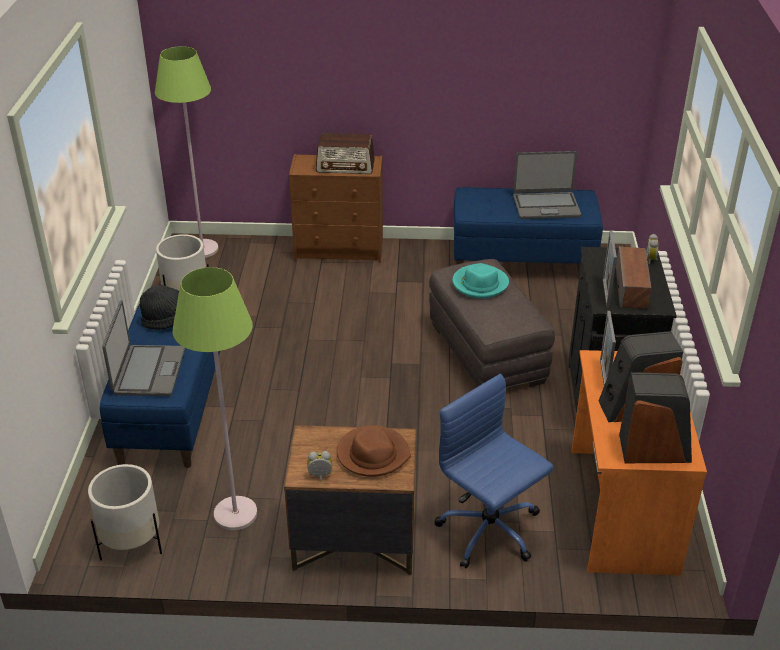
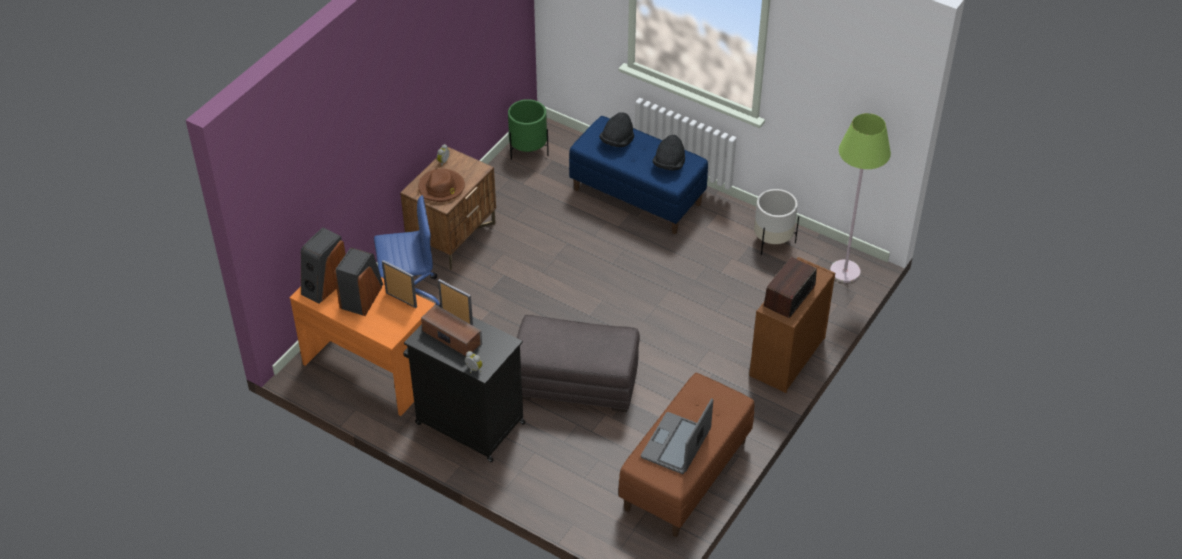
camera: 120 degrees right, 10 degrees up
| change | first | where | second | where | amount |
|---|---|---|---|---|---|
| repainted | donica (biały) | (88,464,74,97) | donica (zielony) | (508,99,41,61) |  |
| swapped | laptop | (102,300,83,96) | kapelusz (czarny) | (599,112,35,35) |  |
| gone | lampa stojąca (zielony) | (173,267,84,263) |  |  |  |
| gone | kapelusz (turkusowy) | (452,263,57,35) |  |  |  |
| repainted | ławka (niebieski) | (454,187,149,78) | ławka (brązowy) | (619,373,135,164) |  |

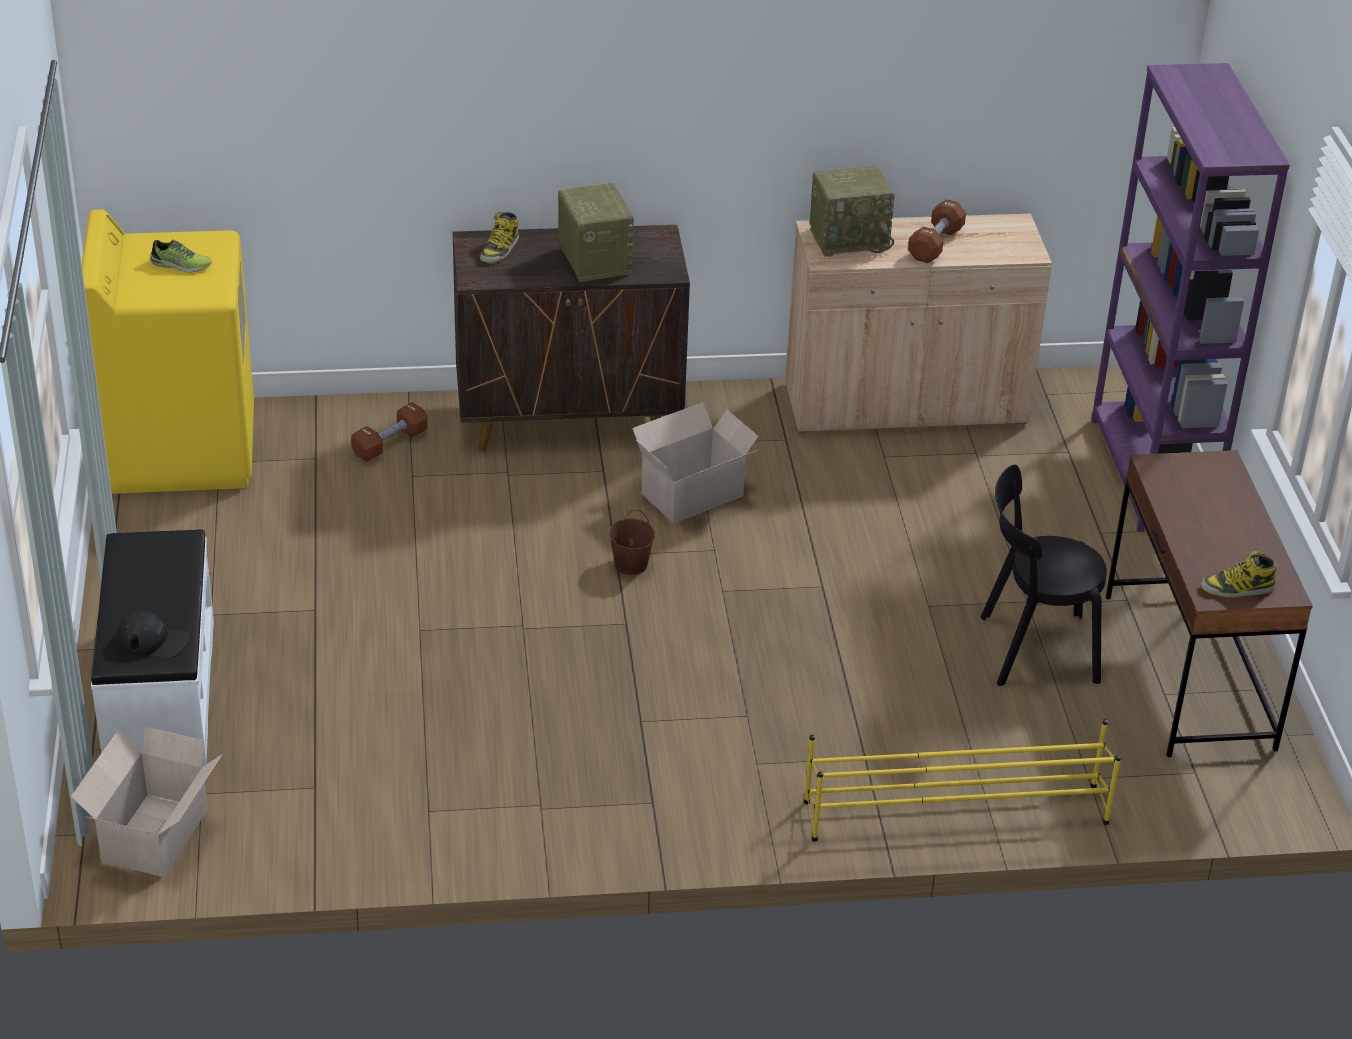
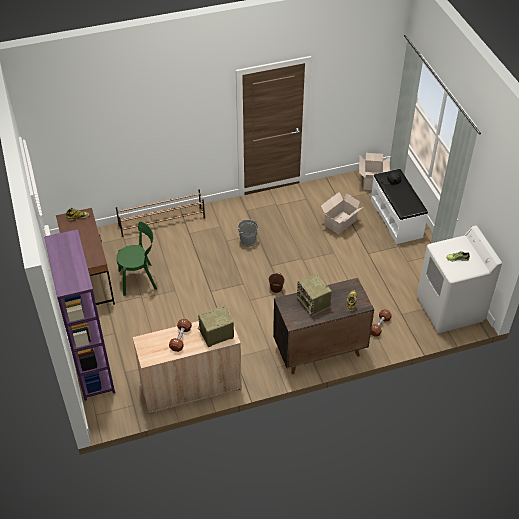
camera: 170 degrees right, 10 degrees up
| change | first | where | second | where | amount |
|---|---|---|---|---|---|
| repainted | pralka (żółty) | (82,210,172,284) | pralka (biały) | (417,226,85,107) |  |
| shifted | karton | (632,402,126,121) |  | (321,192,42,43) |  |
| repainted | regał na buty (żółty) | (804,719,317,123) | regał na buty (brązowy) | (116,189,89,48) |  |
| repainted | krzesło (czarny) | (981,465,126,221) | krzesło (zielony) | (116,222,41,74) |  |
| new |  |  | wiadro (szary) | (238,219,20,28) |  |

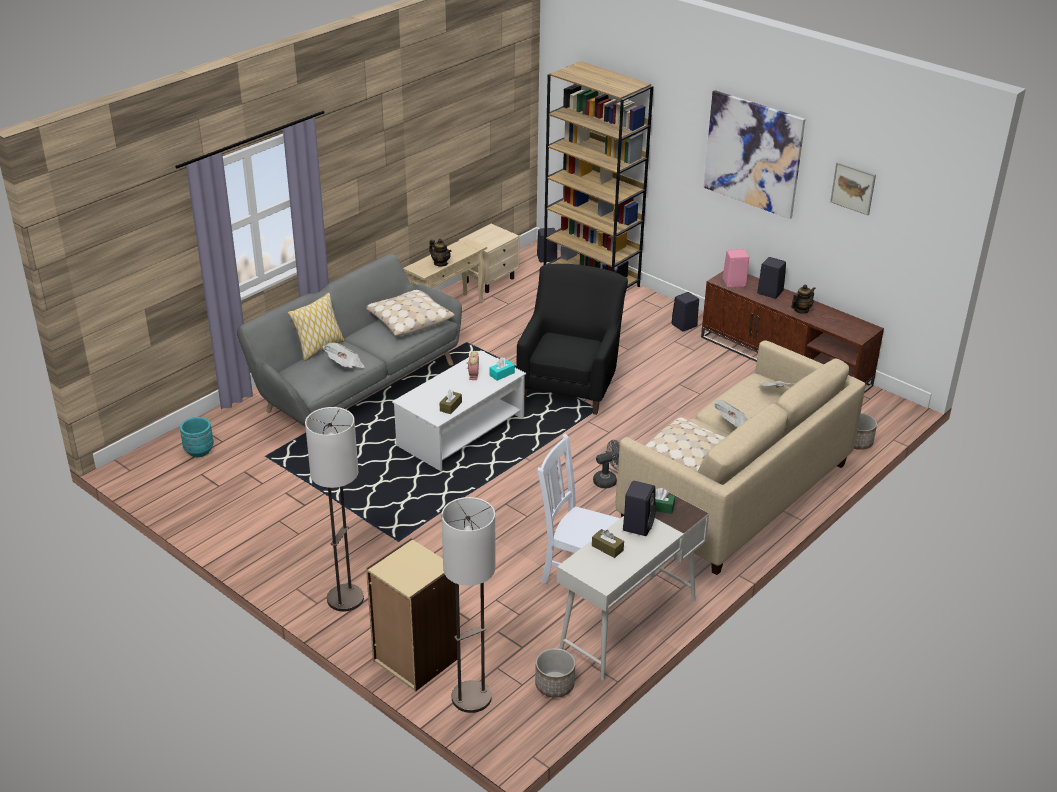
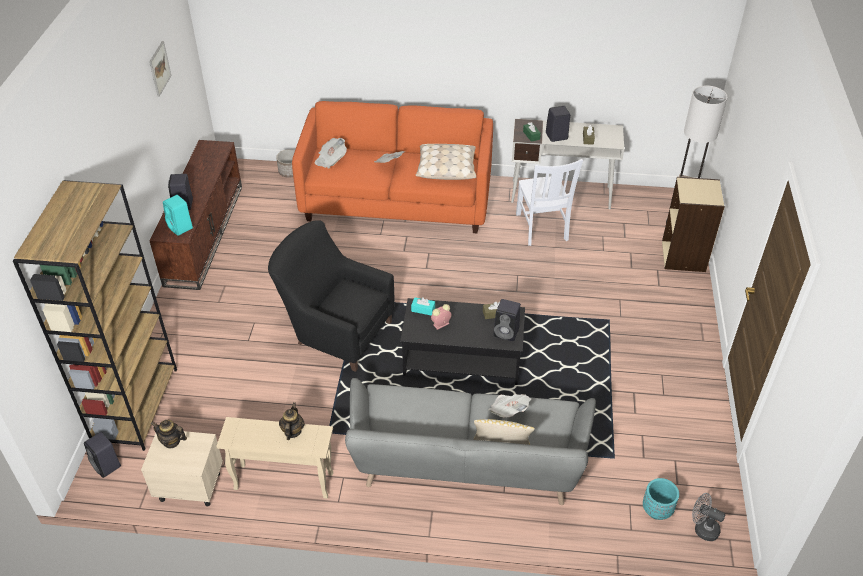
camera: 125 degrees left, 10 degrees up
| change | first | where | second | where | amount |
|---|---|---|---|---|---|
| gone | lampa stojąca | (305,407,59,205) |  |  |  |
| gone | poduszka (beżowy) | (366,290,89,46) |  |  |  |
| repainted | ława (biały) | (392,350,134,121) | ława (czarny) | (400,298,125,87) |  |
| rotated | fotel (czarny) | (517,264,111,151) |  | (268,220,127,152) | 45 degrees clockwise |
| gone | donica | (535,648,40,50) |  |  |  |
| shifted | wentylator (szary) | (593,440,27,49) |  | (692,493,33,48) |  |
| repainted | kanapa (beżowy) | (616,340,249,235) | kanapa (pomarańczowy) | (292,101,201,132) |  |
| shifted | głośnik (czarny) | (672,292,27,40) |  | (493,299,28,42) |  |
| gone | obraz | (704,90,101,129) |  |  |  |
| repainted | głośnik (różowy) | (723,249,26,39) | głośnik (turkusowy) | (163,195,30,41) |  |
| shifted | imbryk | (791,285,25,29) |  | (150,420,37,28) |  |

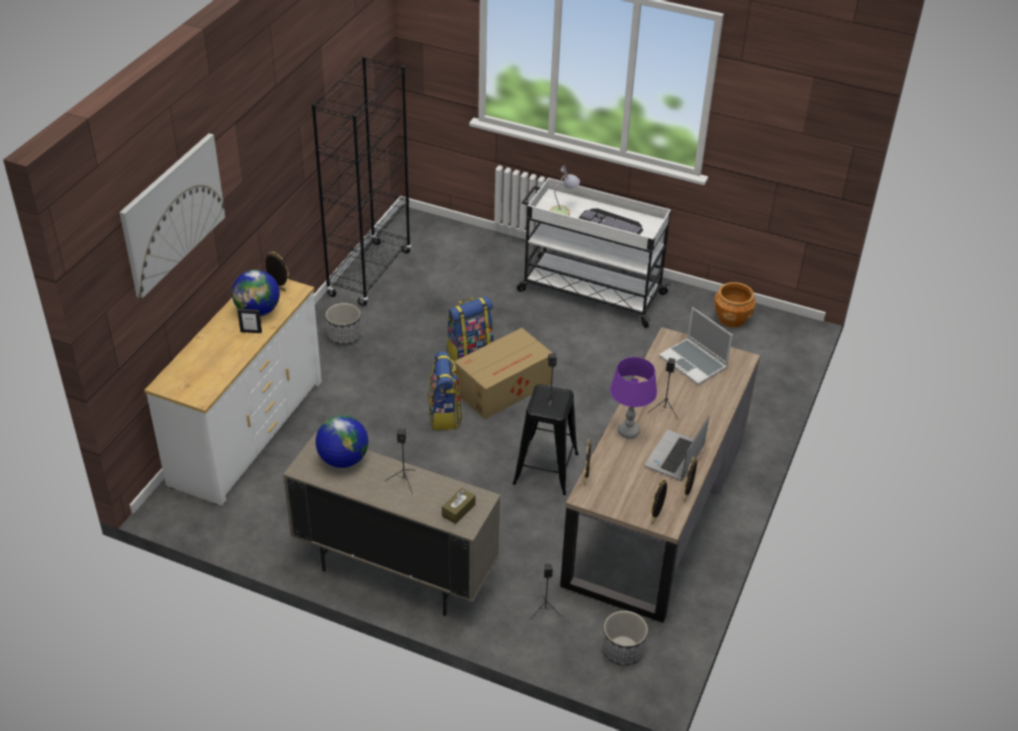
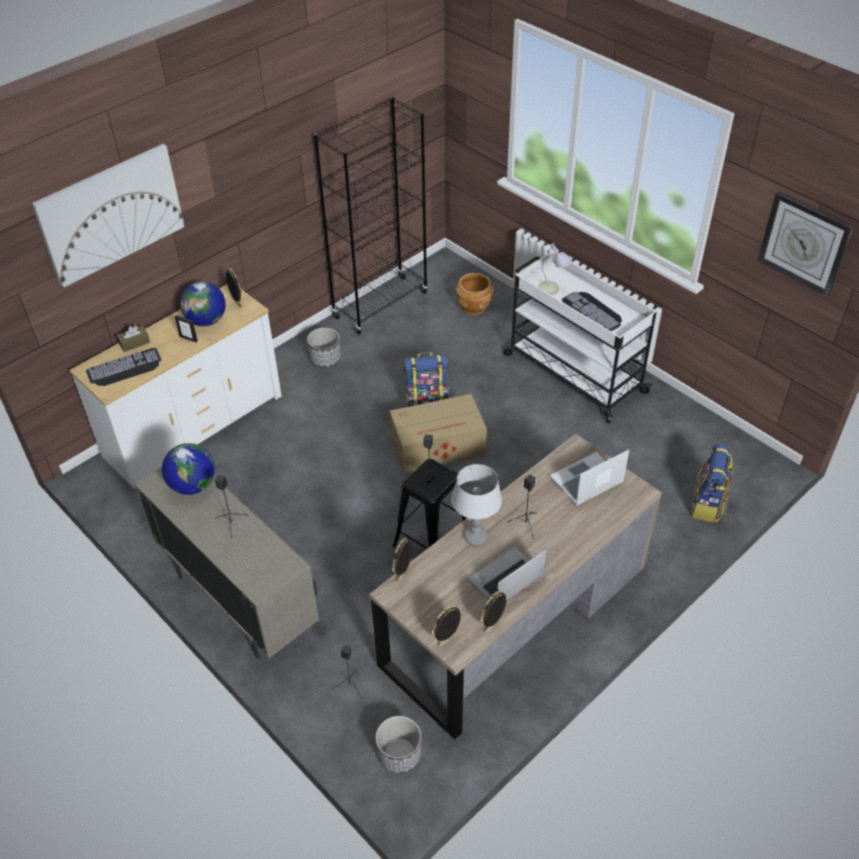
camera: 25 degrees right, 5 degrees up
| change | first | where | second | where | amount |
|---|---|---|---|---|---|
| shifted | plecak | (428,351,34,79) |  | (692,444,41,79) |  |
| shifted | pudełko chusteczek (brązowy) | (442,488,34,36) |  | (117,326,33,26) |  |
| repainted | lampa stołowa (fioletowy) | (610,357,47,82) | lampa stołowa (szary) | (452,464,50,81) |  |
| rotated | laptop | (659,307,74,78) |  | (550,450,79,56) | 75 degrees clockwise |
| shifted | donica (brązowy) | (714,282,42,46) |  | (456,273,37,42) |  |
| new |  |  | klawiatura | (86,348,76,38) |  |
| new |  |  | zegar ścienny | (757,191,97,106) |  |

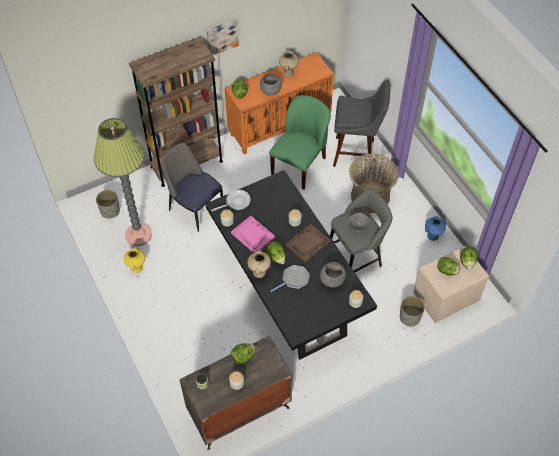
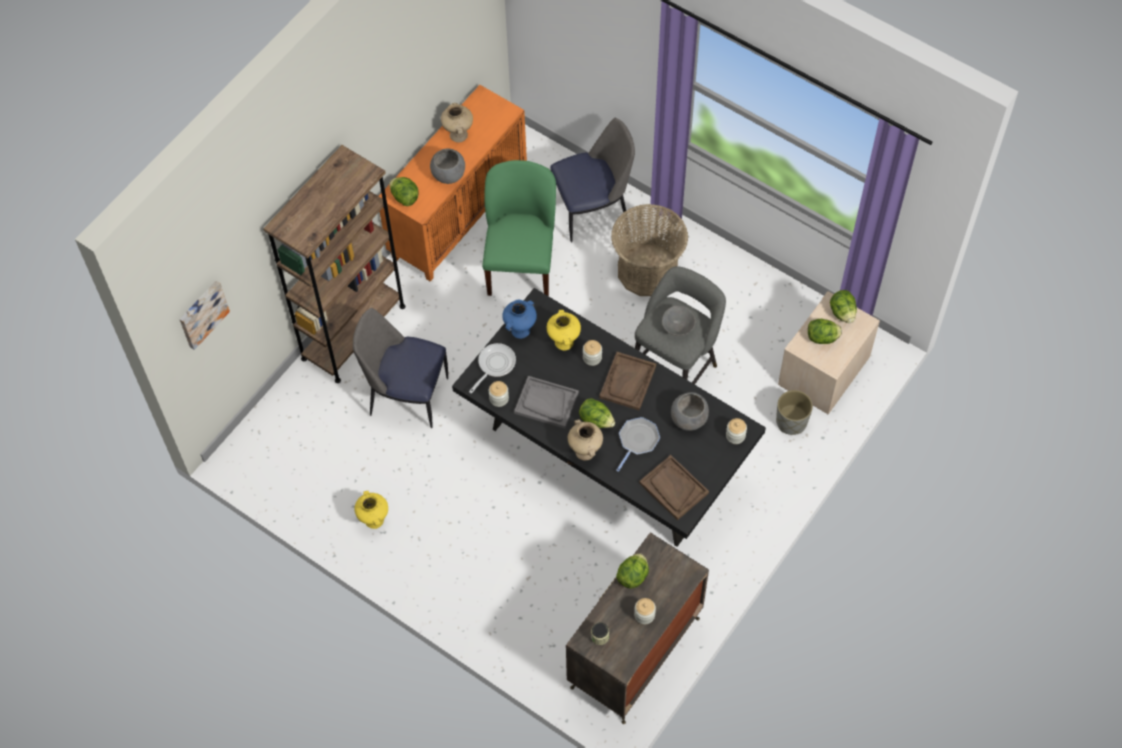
camera: 25 degrees left, 5 degrees up
| change | first | where | second | where | amount |
|---|---|---|---|---|---|
| gone | lampa stojąca | (94,118,58,128) |  |  |  |
| gone | donica (szary) | (96,190,24,28) |  |  |  |
| shifted | obraz | (206,19,33,36) |  | (179,281,51,69) |  |
| repainted | taca (różowy) | (231,216,44,37) | taca (szary) | (514,376,65,53) |  |
| swapped | stołek (szary) | (333,80,57,87) | krzesło | (550,118,85,125) |  |
| shifted | wazon (niebieski) | (424,216,23,25) |  | (502,300,35,39) |  |
| new |  |  | wazon (żółty) | (547,310,34,41) |  |
| new |  |  | taca (brązowy) | (639,455,70,65) |  |

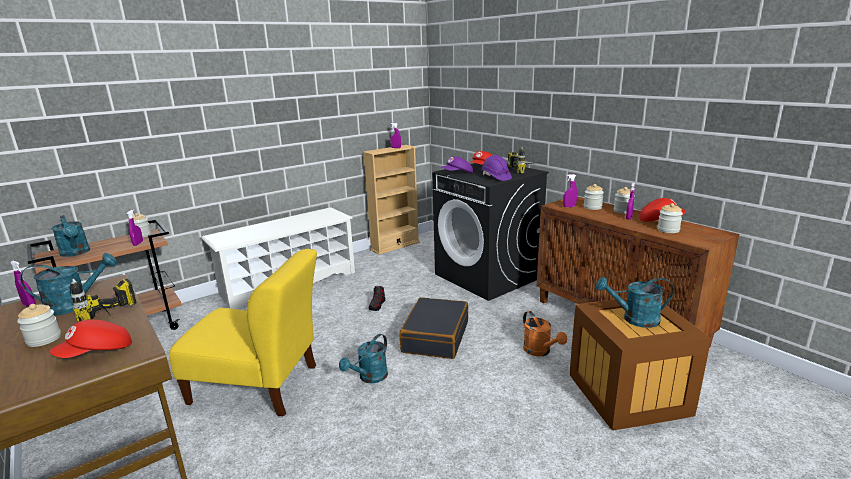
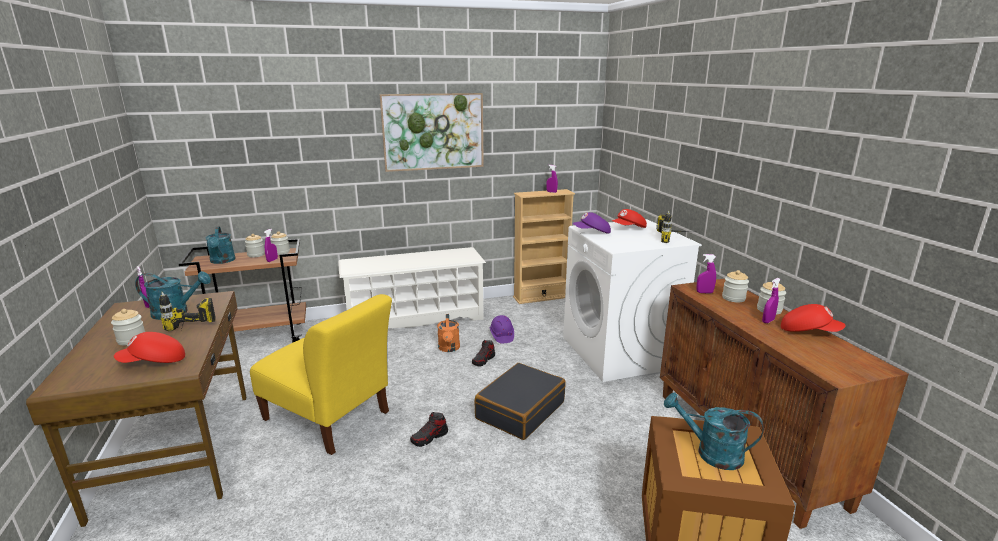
camera: 20 degrees right, 0 degrees up
| change | first | where | second | where | amount |
|---|---|---|---|---|---|
| swapped | konewka (turkusowy) | (339,334,49,49) | but | (410,412,38,35) |  |
| repainted | pralka (czarny) | (432,163,117,138) | pralka (biały) | (563,219,139,163) |  |
| shifted | kask (fioletowy) | (481,155,31,26) |  | (490,315,24,28) |  |
| shifted | konewka (pomarańczowy) | (523,311,44,45) |  | (437,314,23,38) |  |
| shifted | słoik | (657,203,26,30) |  | (245,234,20,23) |  |
| new |  |  | obraz | (380,93,104,79) |  |

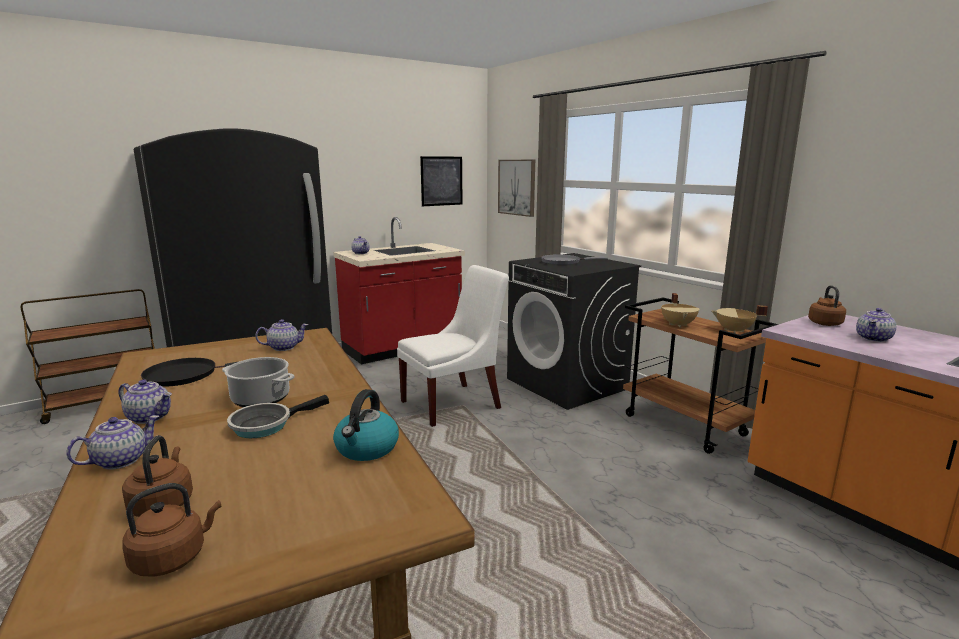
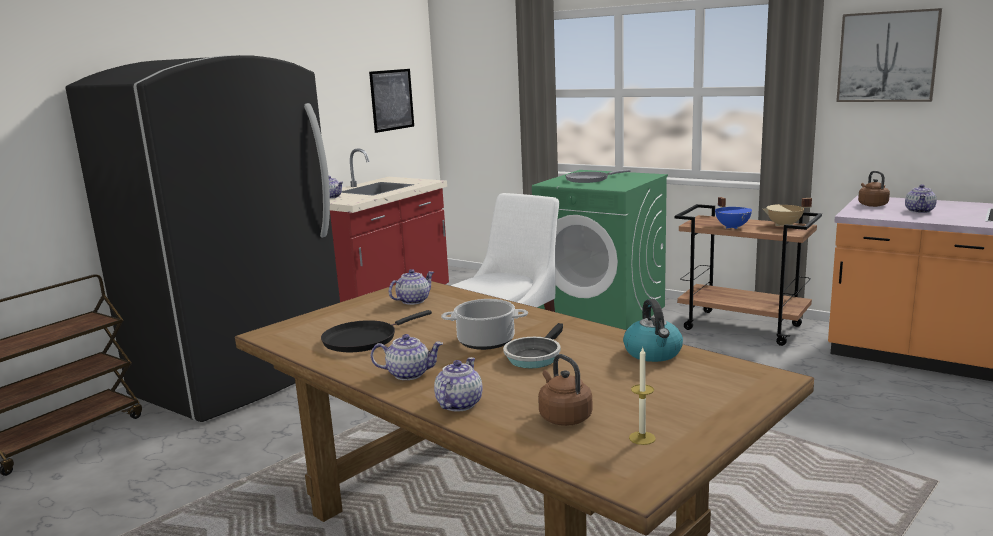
camera: 20 degrees left, 0 degrees up
| change | first | where | second | where | amount |
|---|---|---|---|---|---|
| swapped | czajnik (brązowy) | (122,483,99,93) | świeca | (629,348,27,97) |  |
| shifted | obraz | (498,160,37,57) |  | (836,8,106,94) |  |
| repainted | pralka (czarny) | (507,253,134,157) | pralka (zielony) | (532,170,136,160) |  |
| repainted | garnek (beżowy) | (661,293,38,34) | garnek (niebieski) | (715,197,37,32) |  |

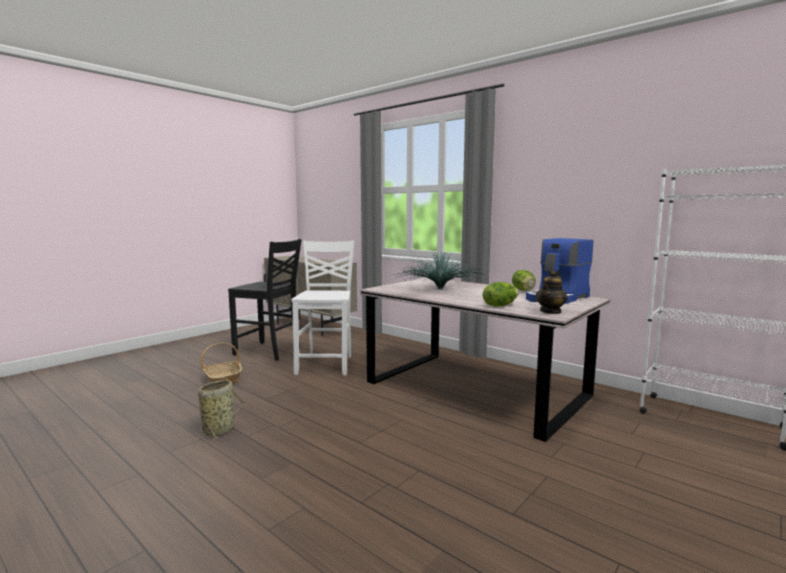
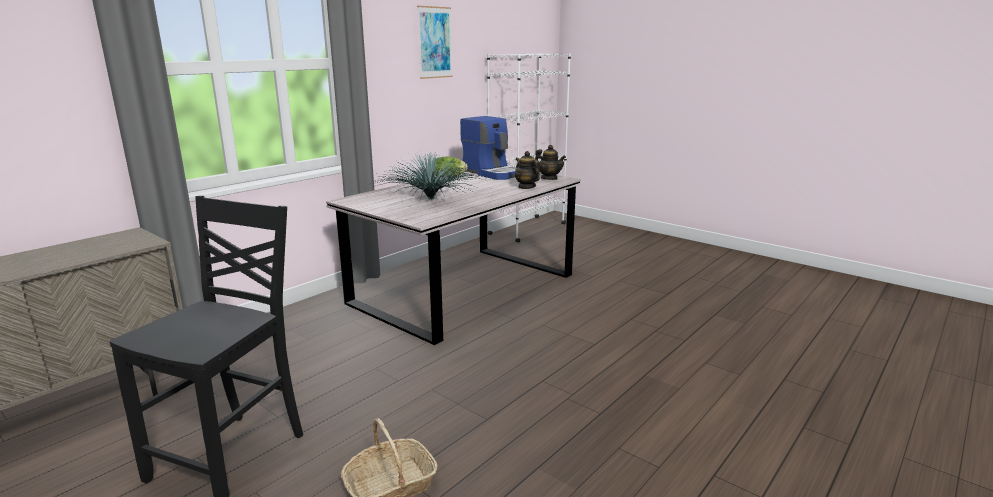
camera: 90 degrees left, 10 degrees up
| change | first | where | second | where | amount |
|---|---|---|---|---|---|
| gone | koszyk | (194,380,53,64) |  |  |  |
| gone | krzesło (biały) | (291,240,63,136) |  |  |  |
| swapped | sałata | (483,282,36,24) | imbryk | (515,151,25,38) |  |
| new |  |  | obraz | (417,6,36,73) |  |

